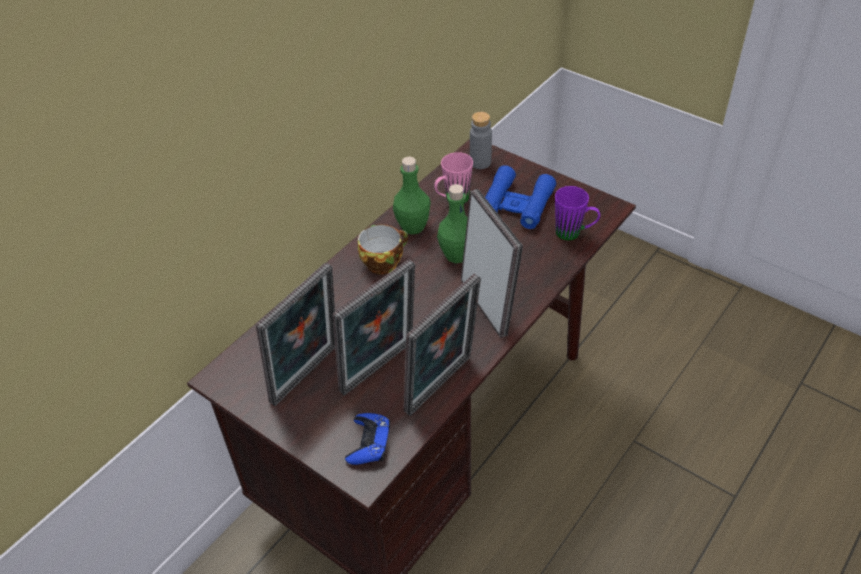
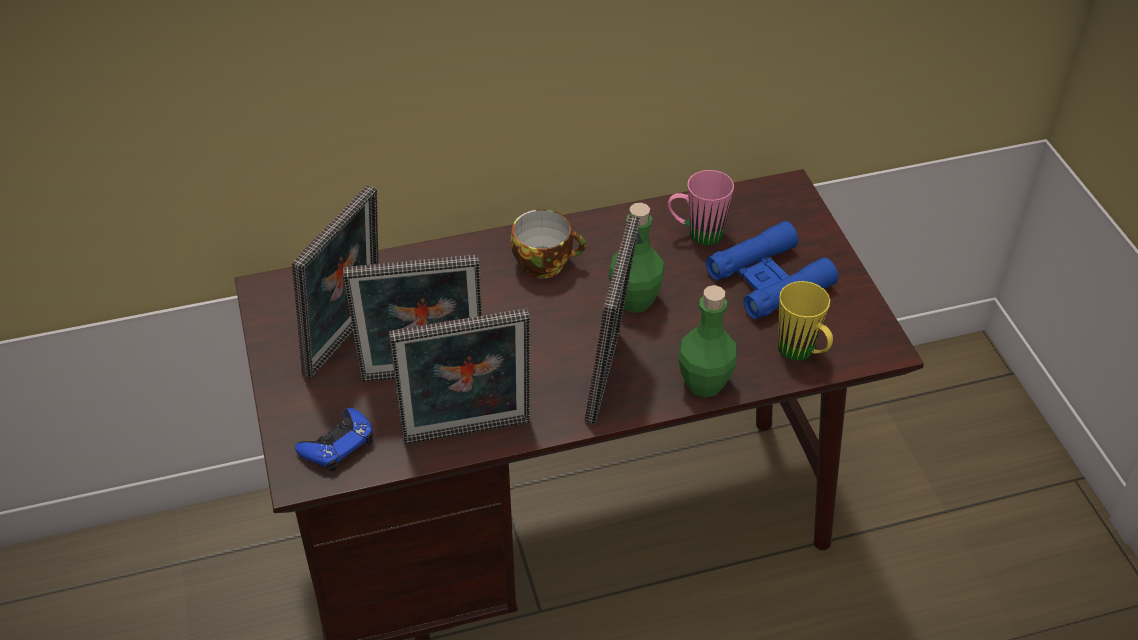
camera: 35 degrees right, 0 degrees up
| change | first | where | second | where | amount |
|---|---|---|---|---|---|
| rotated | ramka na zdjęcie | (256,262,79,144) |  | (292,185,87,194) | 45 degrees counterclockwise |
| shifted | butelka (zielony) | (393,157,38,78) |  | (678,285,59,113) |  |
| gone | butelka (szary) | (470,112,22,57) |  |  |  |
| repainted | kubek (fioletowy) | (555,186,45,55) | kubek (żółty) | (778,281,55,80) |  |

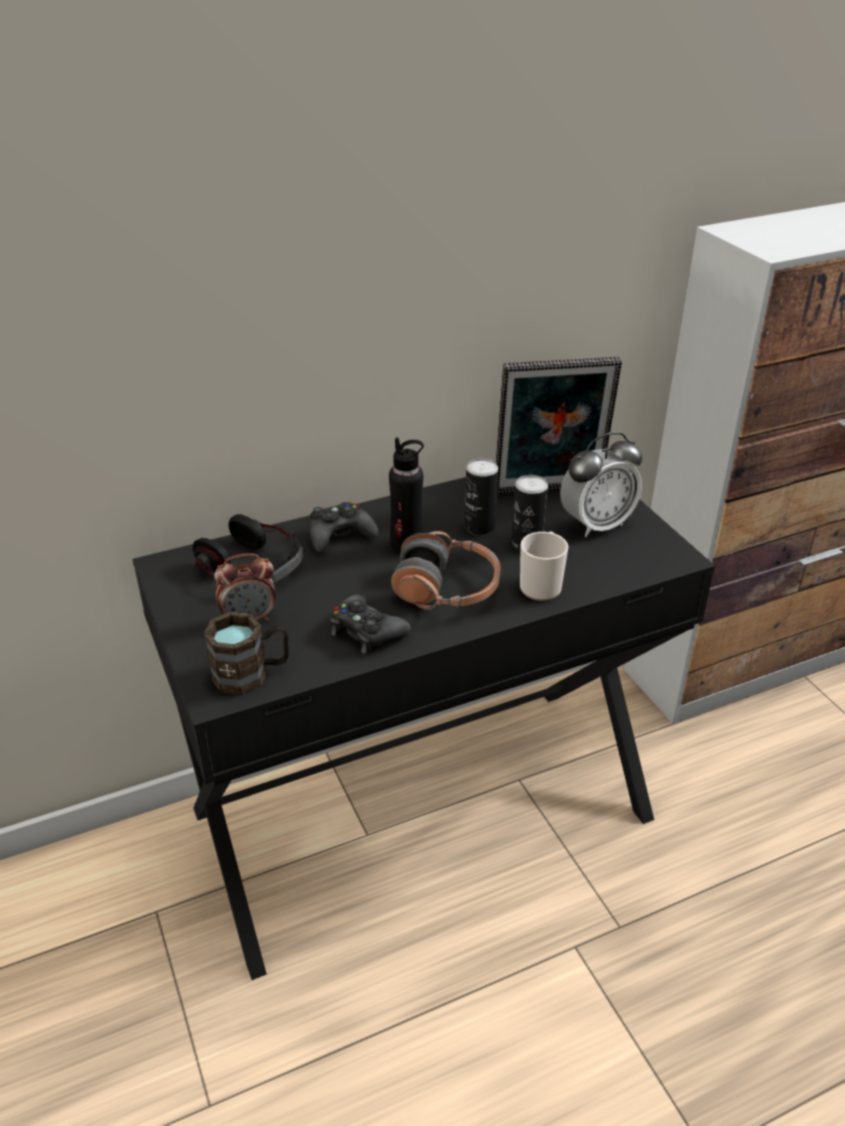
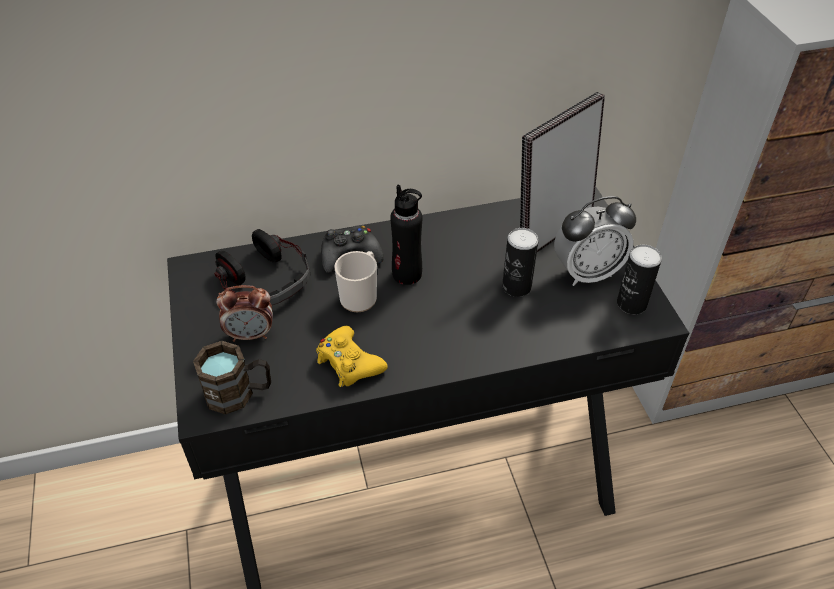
camera: 10 degrees right, 10 degrees up
| change | first | where | second | where | amount |
|---|---|---|---|---|---|
| repainted | pad do gier (czarny) | (330,594,81,60) | pad do gier (żółty) | (316,326,72,61) |  |
| gone | słuchawki | (391,531,110,79) |  |  |  |
| shifted | puszka | (464,458,34,77) |  | (617,245,45,69) |  |
| rotated | ramka na zdjęcie | (496,357,126,137) |  | (520,92,85,160) | 135 degrees clockwise |
| shifted | kubek | (520,532,48,69) |  | (334,251,43,61) |  |

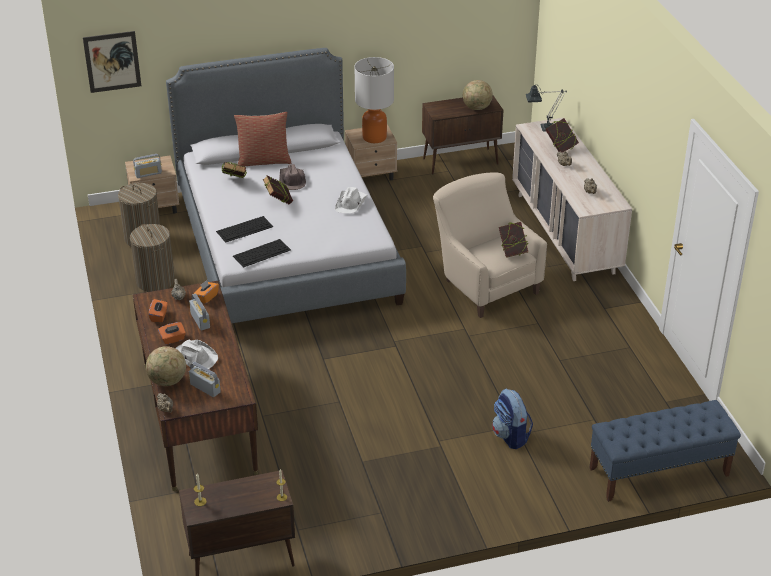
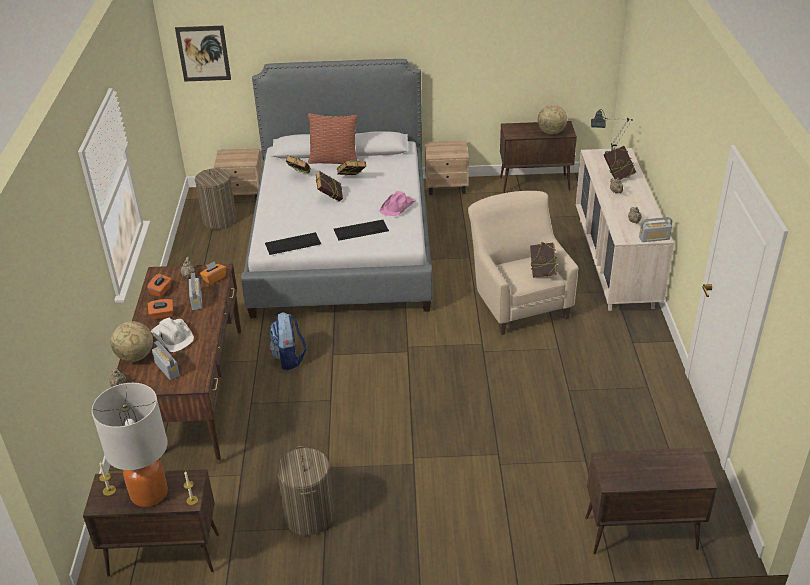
camera: 15 degrees right, 0 degrees up
| change | first | where | second | where | amount |
|---|---|---|---|---|---|
| shifted | kosz na pranie | (130,224,45,68) |  | (277,446,57,89) |  |
| shifted | radio | (133,154,29,24) |  | (639,217,33,25) |  |
| shifted | klawiatura | (216,216,57,27) |  | (334,220,55,21) |  |
| swapped | kapelusz (brązowy) | (279,164,27,26) | książka | (336,160,30,16) |  |
| repainted | kapelusz (biały) | (335,187,32,26) | kapelusz (różowy) | (380,191,35,25) |  |
| shifted | lampa stołowa | (354,57,40,86) |  | (92,383,76,124) |  |
| shifted | plecak | (492,388,41,61) |  | (269,312,38,58) |  |
| swapped | ławka (niebieski) | (589,400,152,102) | szafka (brązowy) | (585,447,132,107) |  |

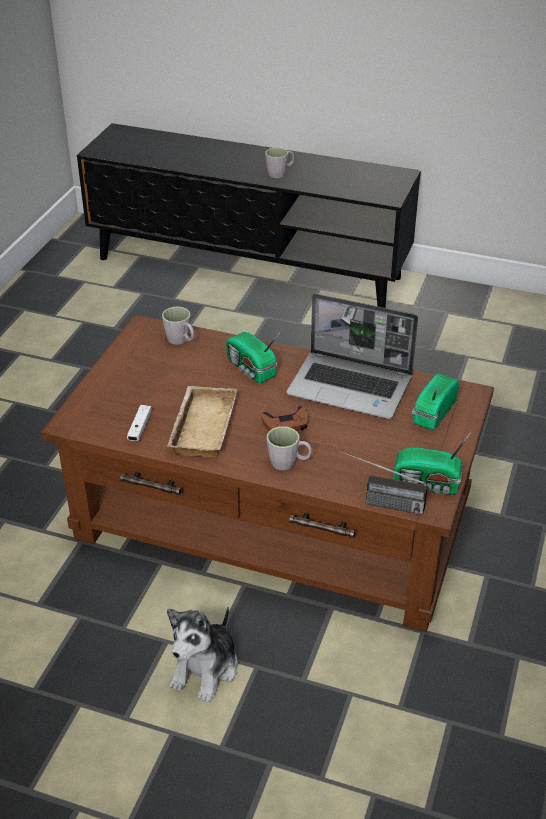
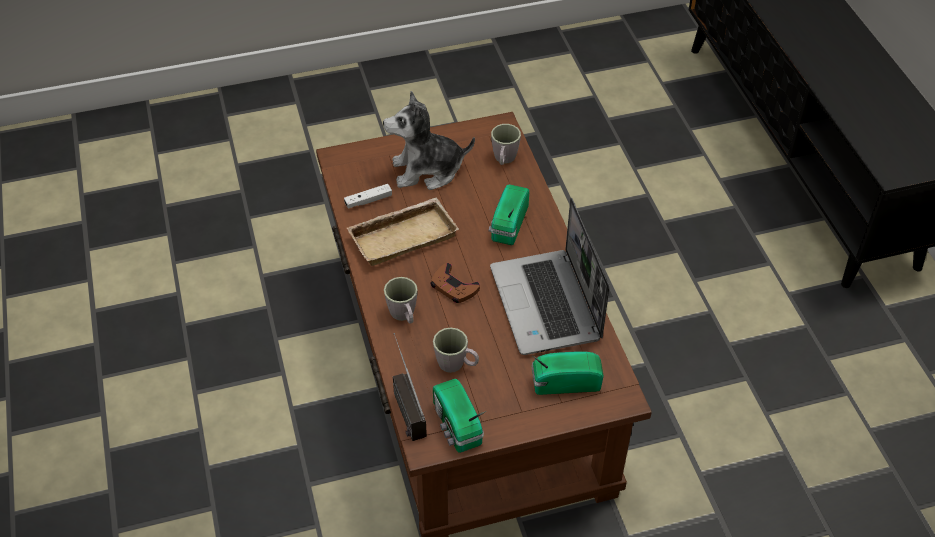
camera: 55 degrees right, 10 degrees up
| change | first | where | second | where | amount |
|---|---|---|---|---|---|
| shifted | pluszak | (167,607,71,96) |  | (383,91,92,99) |  |
| shifted | kubek (szary) | (265,148,29,30) |  | (433,328,46,45) |  |

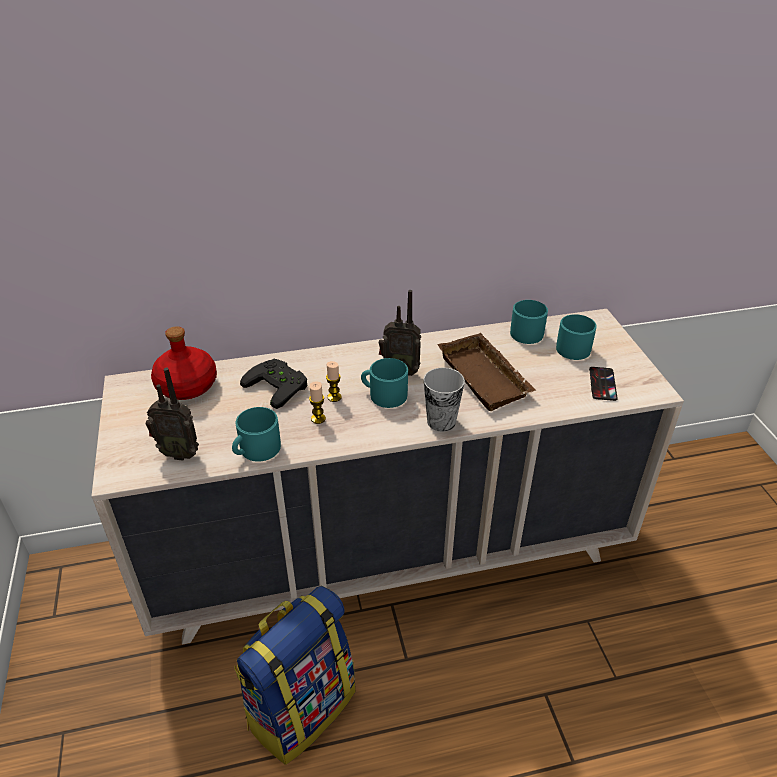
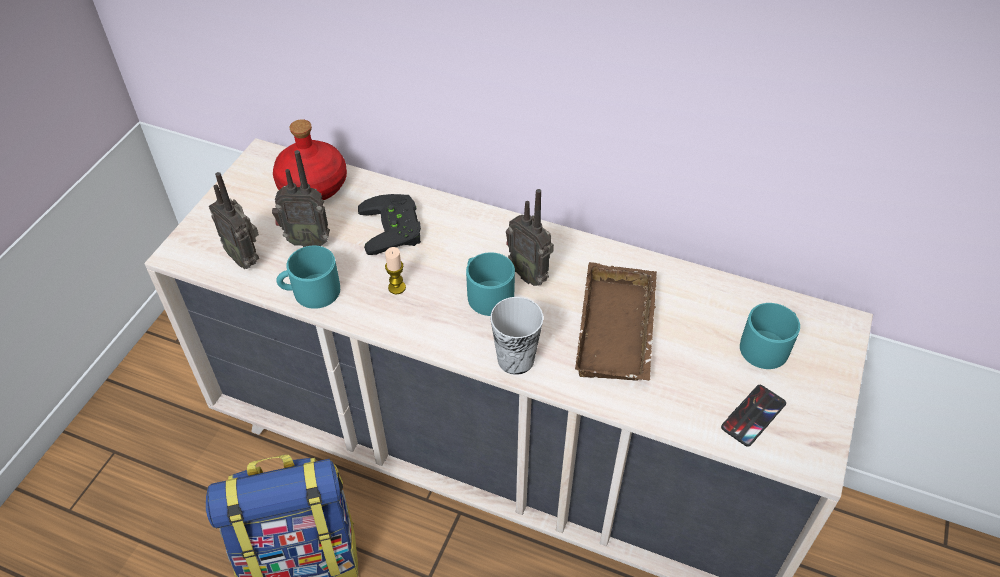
camera: 35 degrees right, 10 degrees up
| change | first | where | second | where | amount |
|---|---|---|---|---|---|
| gone | świeca | (326,361,16,41) |  |  |  |
| gone | kubek (turkusowy) | (510,300,38,44) |  |  |  |
| new |  |  | radio | (272,150,58,97) |  |

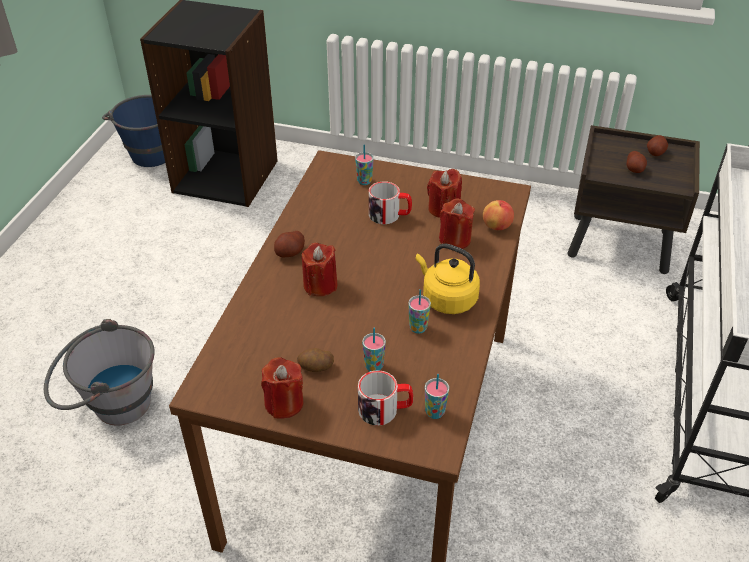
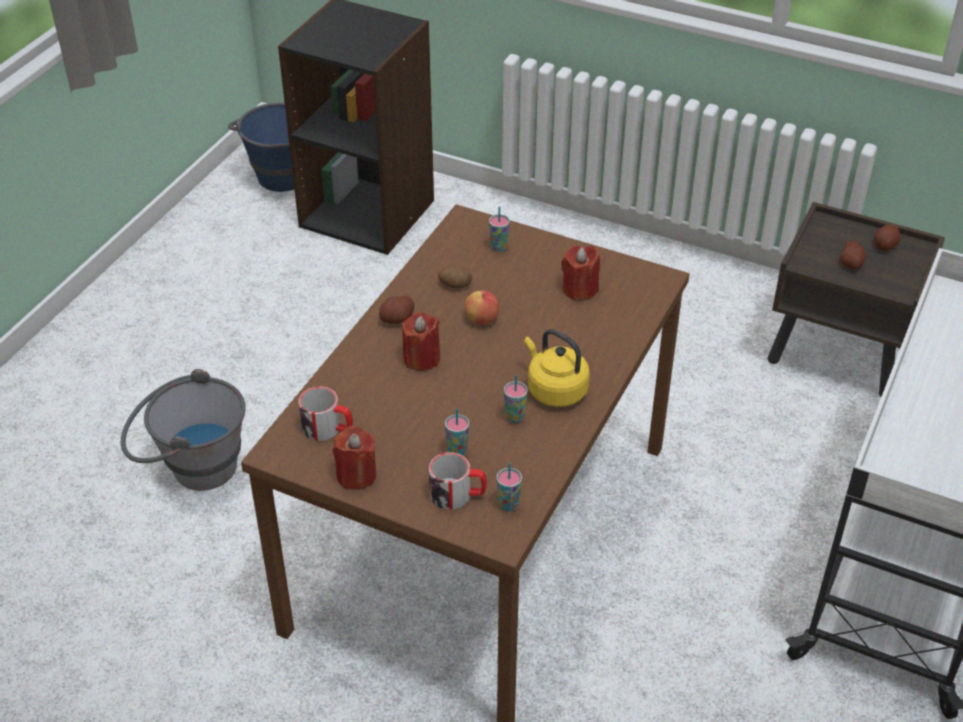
camera: 10 degrees right, 0 degrees up
| change | first | where | second | where | amount |
|---|---|---|---|---|---|
| shifted | ziemniak | (297,348,37,24) |  | (438,266,34,22) |  |
| shifted | kubek | (369,181,43,43) |  | (299,386,54,55) |  |
| gone | świeca (czerwony) | (439,198,36,51) |  |  |  |
| shifted | jabłko | (483,200,31,30) |  | (464,291,35,34) |  |

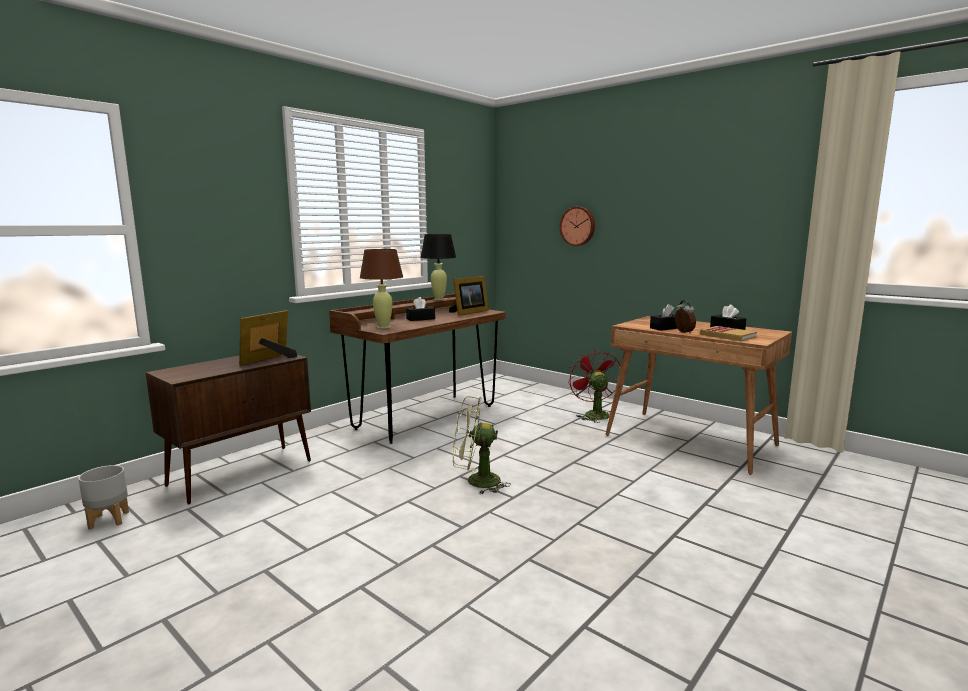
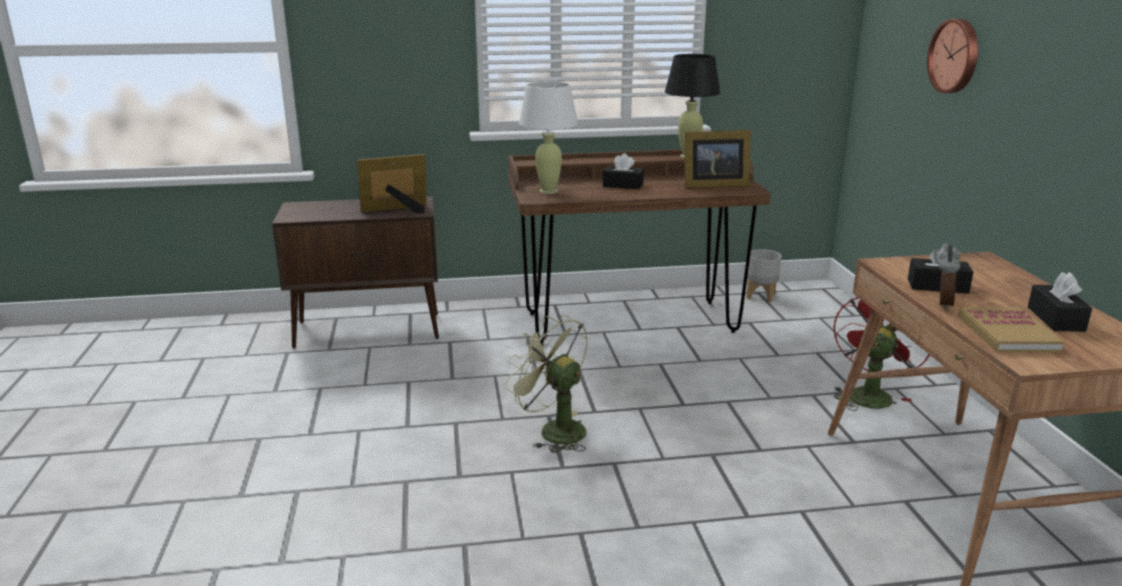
camera: 40 degrees right, 10 degrees up
| change | first | where | second | where | amount |
|---|---|---|---|---|---|
| shifted | donica (szary) | (78,465,51,65) |  | (746,249,36,53) |  |
| repainted | lampa stołowa (brązowy) | (360,249,43,80) | lampa stołowa (biały) | (519,81,59,113) |  |

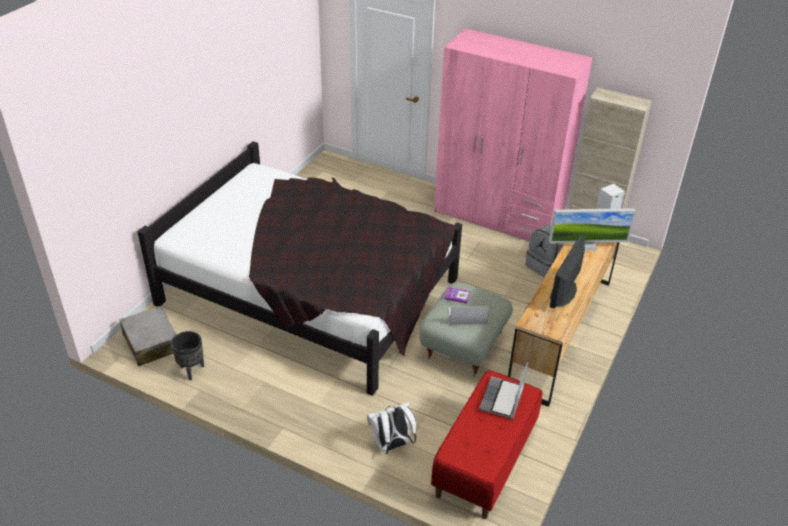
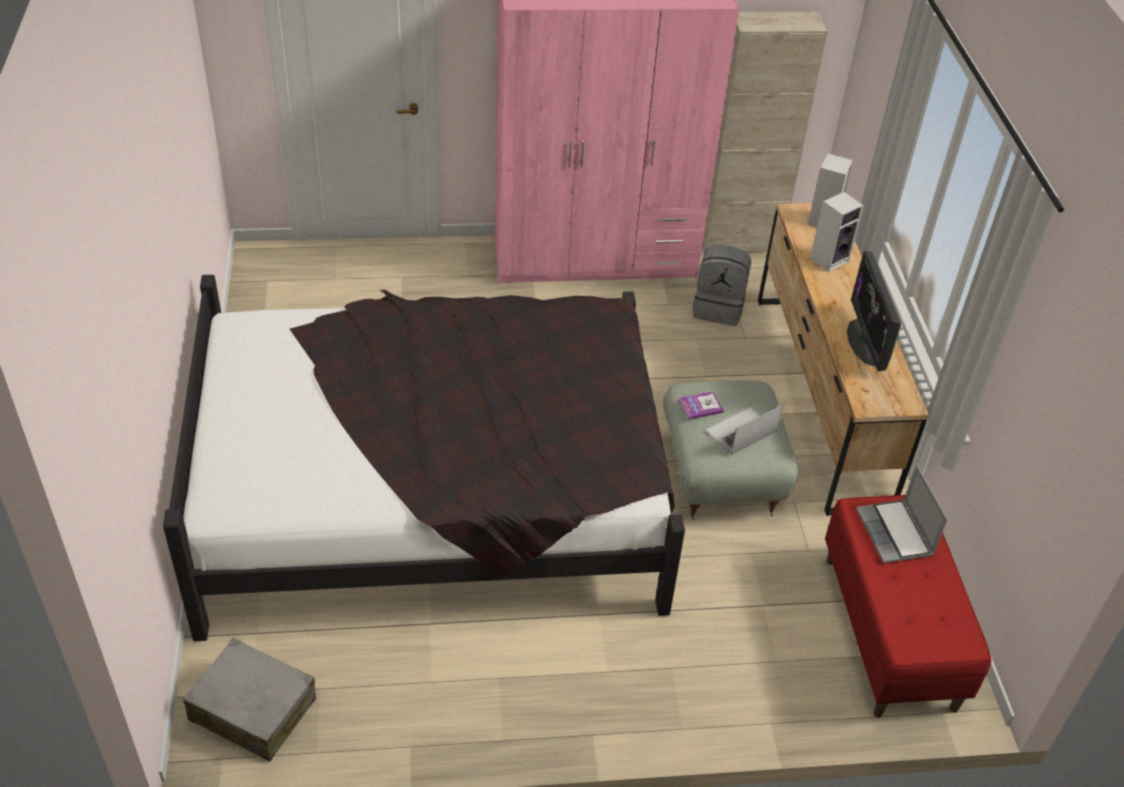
camera: 35 degrees left, 5 degrees up
| change | first | where | second | where | amount |
|---|---|---|---|---|---|
| gone | donica (czarny) | (171,331,33,49) |  |  |  |
| gone | plecak (biały) | (367,402,50,52) |  |  |  |
| swapped | monitor | (549,208,87,43) | głośnik | (810,192,54,80) |  |

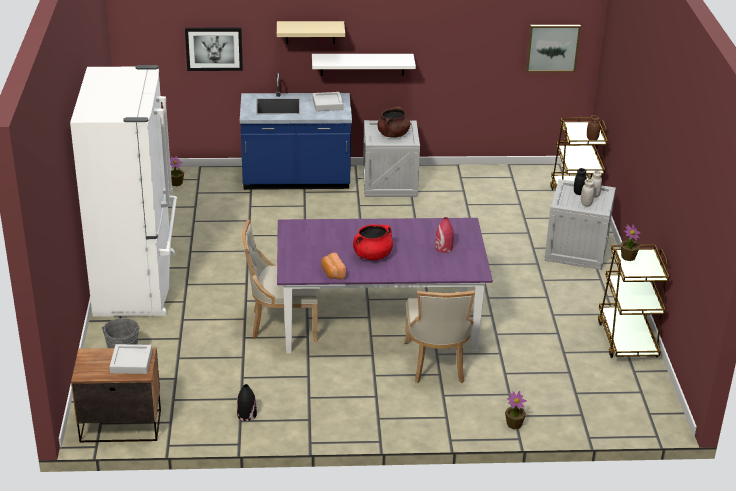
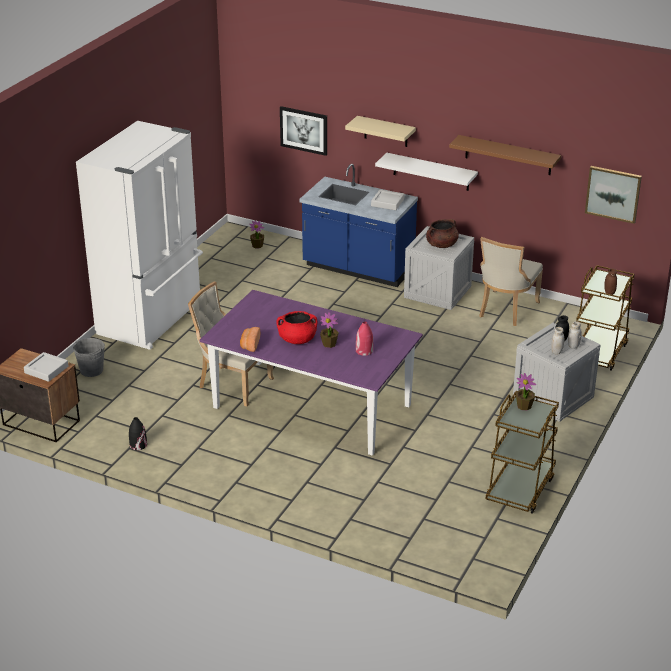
camera: 30 degrees right, 0 degrees up
| change | first | where | second | where | amount |
|---|---|---|---|---|---|
| shifted | krzesło (beżowy) | (404,291,71,92) |  | (479,237,64,89) |  |
| shifted | roślina doniczkowa | (505,391,22,38) |  | (320,312,19,36) |  |
| new |  |  | półka (brązowy) | (449,135,112,40) |  |

